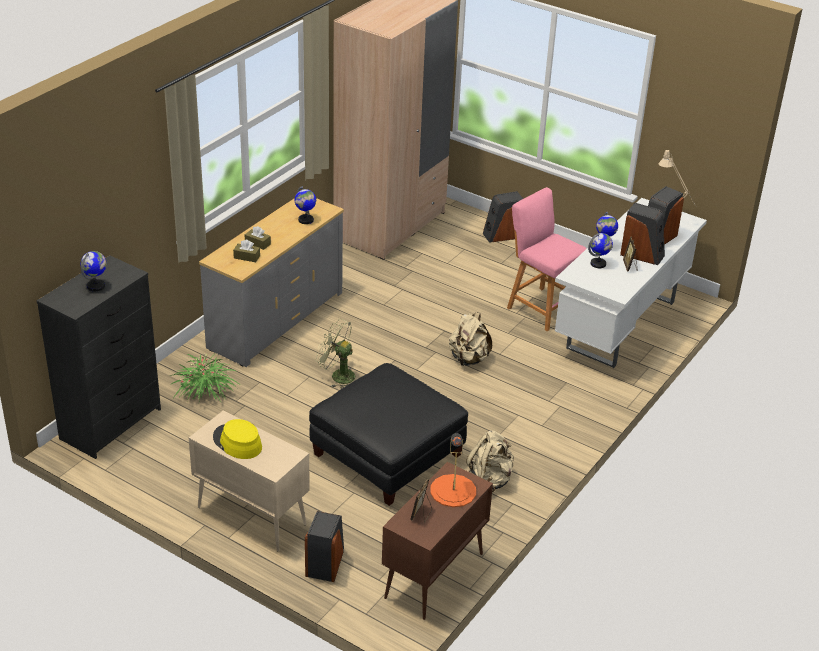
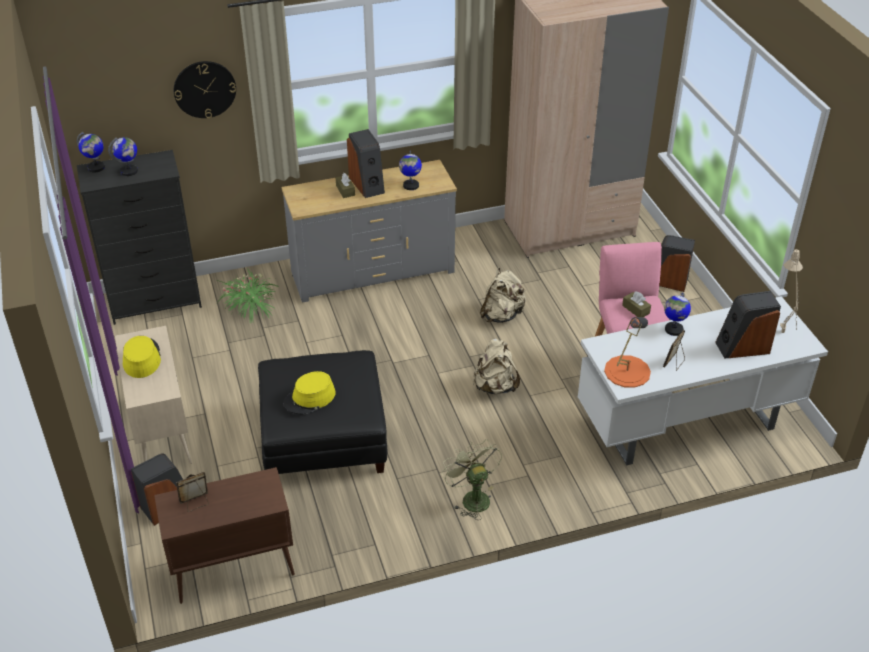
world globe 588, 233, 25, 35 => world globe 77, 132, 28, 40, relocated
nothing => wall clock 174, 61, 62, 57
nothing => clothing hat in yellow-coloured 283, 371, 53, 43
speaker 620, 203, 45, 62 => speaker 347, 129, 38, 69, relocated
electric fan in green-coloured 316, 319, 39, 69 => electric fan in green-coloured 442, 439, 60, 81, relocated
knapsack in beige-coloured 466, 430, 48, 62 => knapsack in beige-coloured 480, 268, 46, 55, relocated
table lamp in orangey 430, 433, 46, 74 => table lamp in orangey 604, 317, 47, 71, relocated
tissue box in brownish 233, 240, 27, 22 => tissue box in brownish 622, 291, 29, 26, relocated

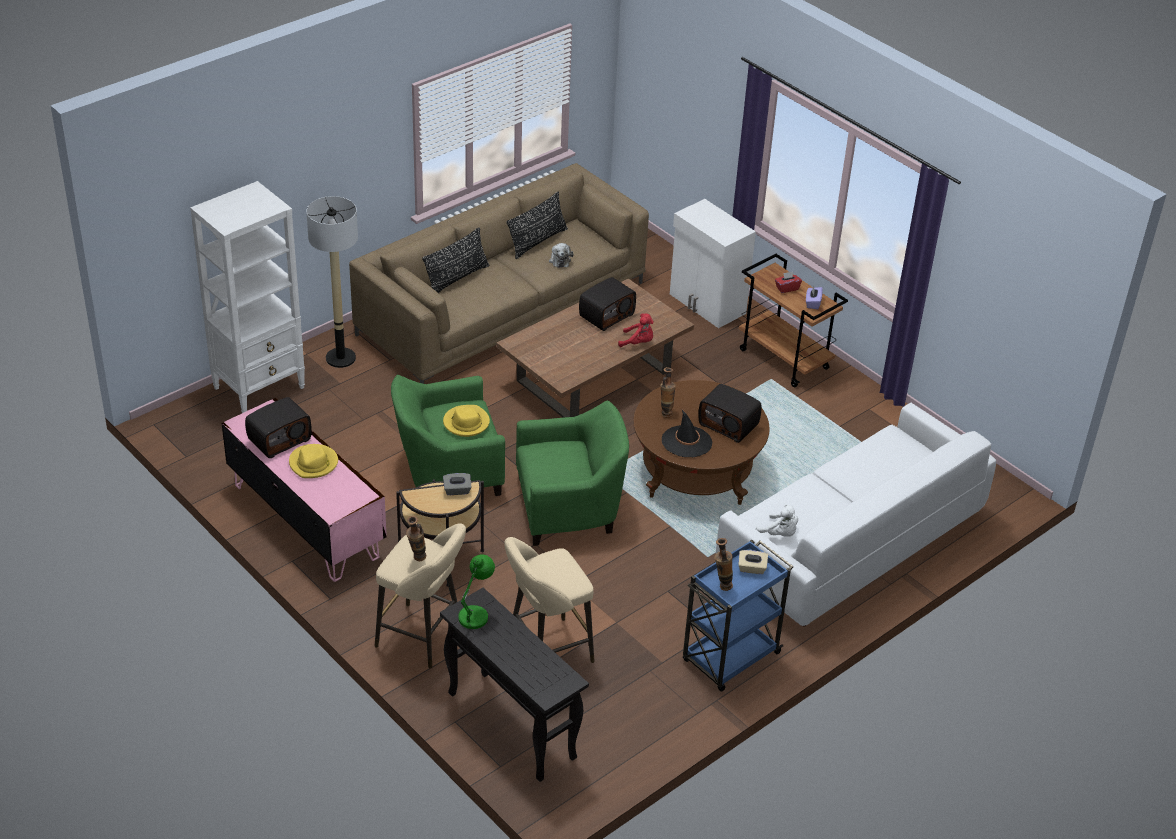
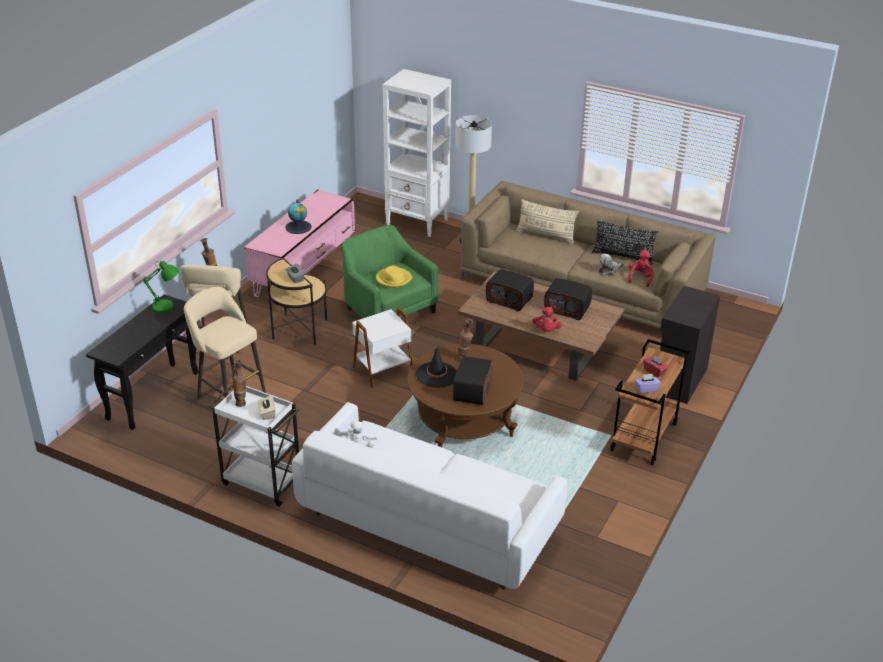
trolley in bluish 683, 540, 110, 152 => trolley in white 209, 385, 90, 122
clothing hat in yellow-coloured 289, 444, 49, 34 => world globe 285, 200, 27, 34
easy chair in green-coloured 516, 400, 113, 146 => side table in white 352, 307, 60, 81
radio set 245, 397, 67, 61 => radio set 486, 269, 48, 42, relocated
throw pillow in black 422, 227, 68, 66 => throw pillow in beige-coloured 516, 199, 63, 45
nothing => cuddly toy in red 628, 250, 26, 37
storage cabinet in white 670, 199, 86, 129 => storage cabinet in black 660, 285, 60, 119

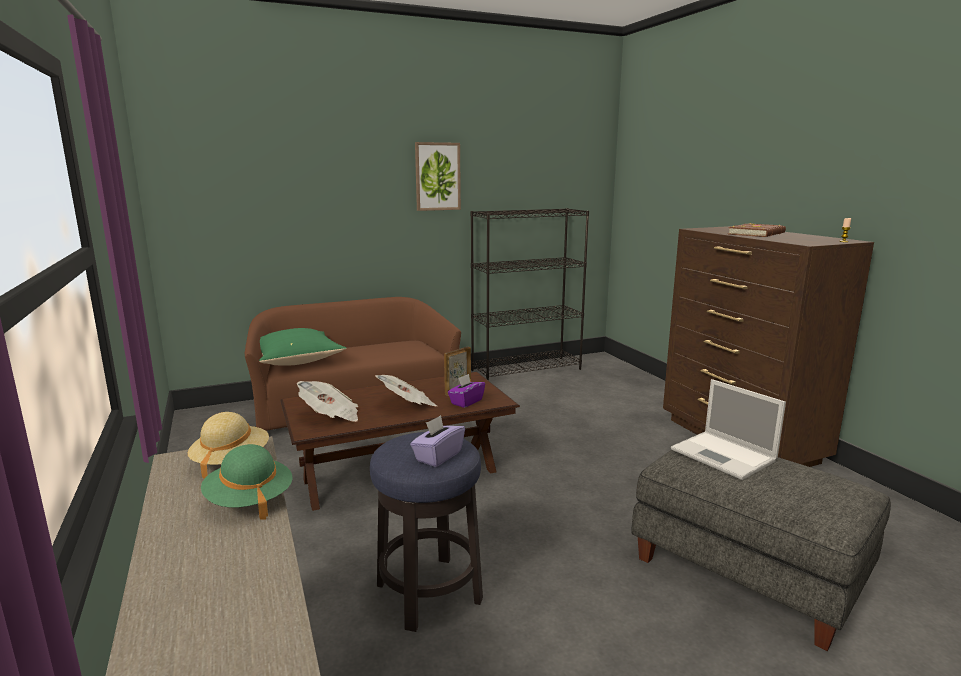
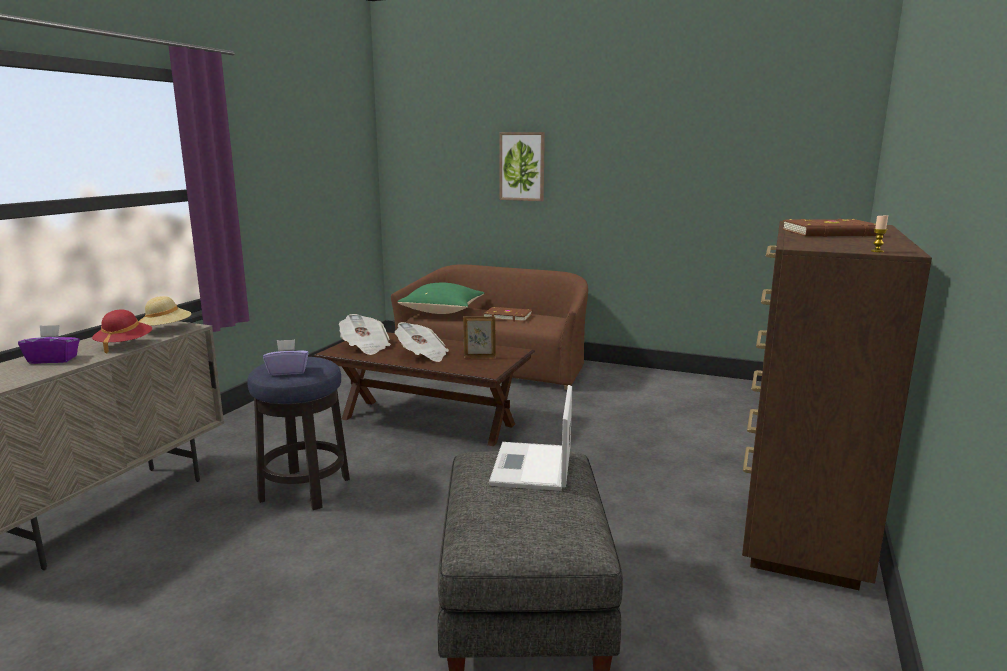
tissue box in purple-coloured 448, 374, 37, 34 => tissue box in purple-coloured 18, 325, 62, 39, relocated
clothing hat in green-coloured 201, 444, 92, 76 => clothing hat in red 92, 310, 60, 44
nothing => book in brownish 483, 307, 49, 15
wall art 415, 142, 46, 69 => wall art 499, 132, 46, 69, relocated
shelving unit in black 470, 208, 119, 173 => nothing

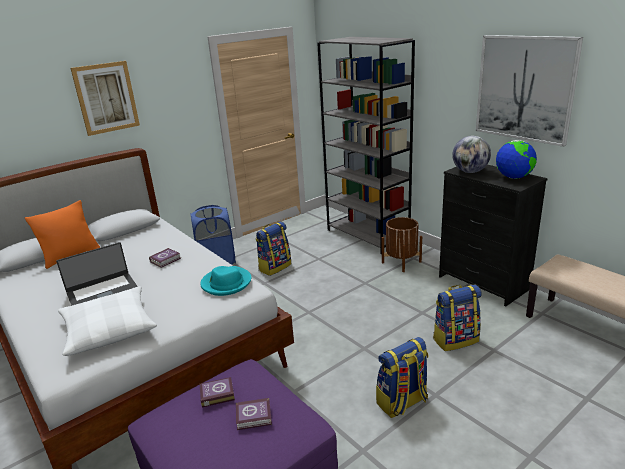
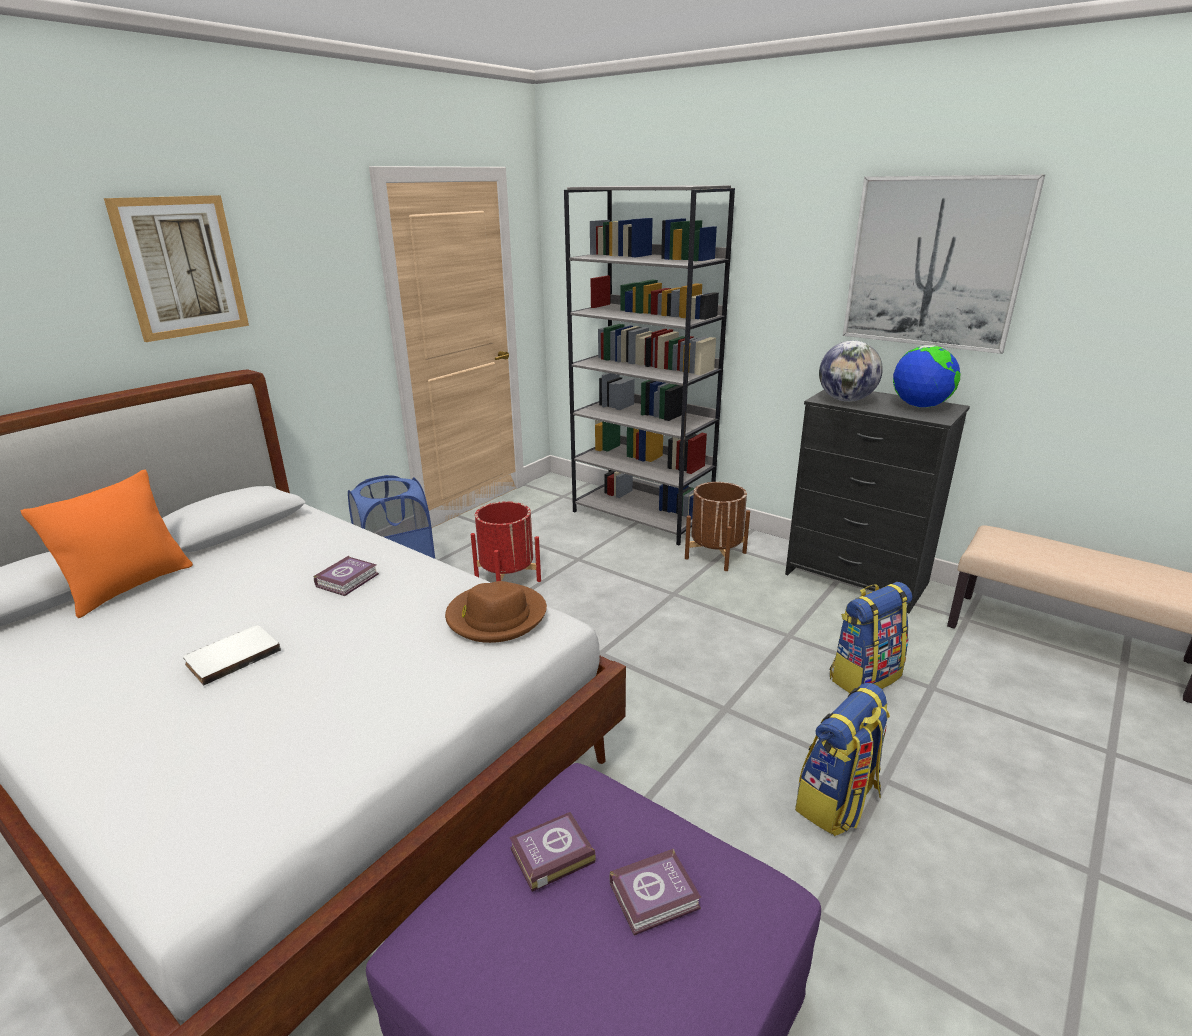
laptop 56, 242, 82, 63 => book in white 183, 625, 98, 61
clothing hat in turquoise-coloured 200, 266, 51, 30 => clothing hat in brownish 445, 581, 102, 62
knapsack 256, 221, 35, 55 => plant pot in red 471, 501, 70, 81
throw pillow in white 58, 286, 99, 70 => nothing

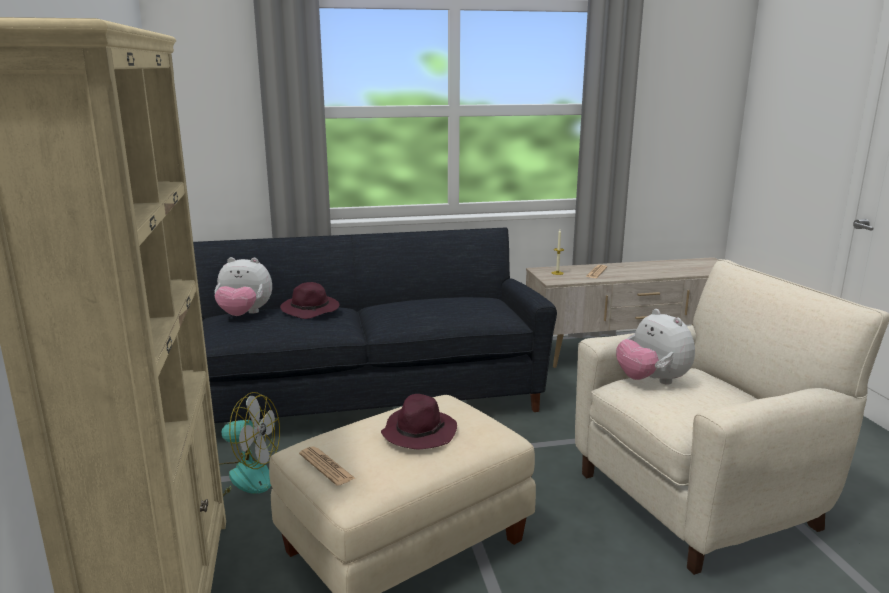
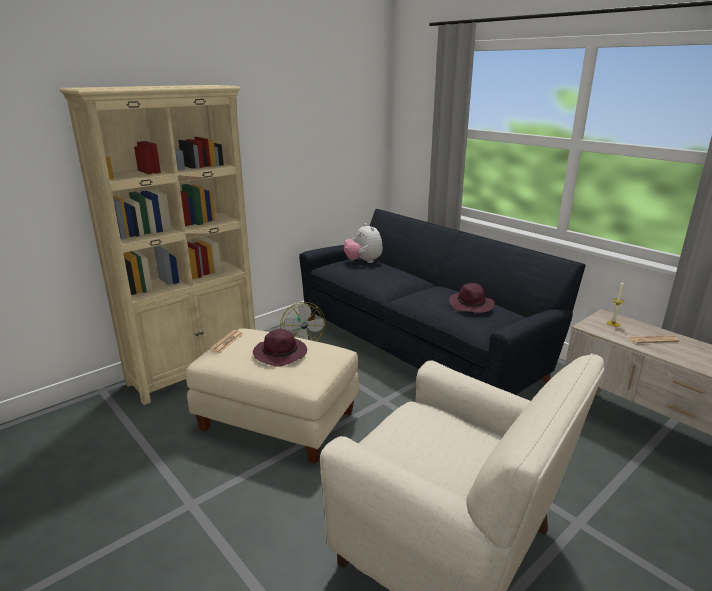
clothing hat in purple-coloured 280, 282, 59, 37 => clothing hat in purple-coloured 449, 283, 46, 30, relocated
cuddly toy 616, 309, 79, 76 => nothing

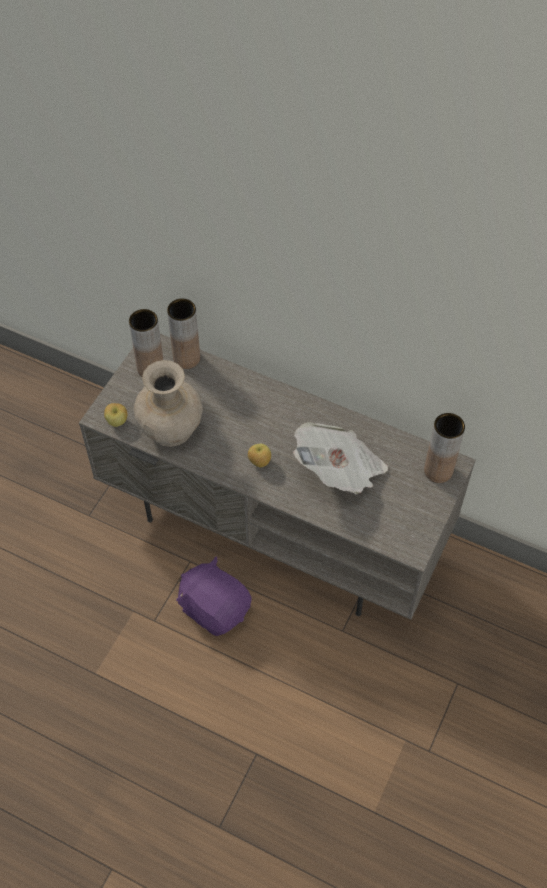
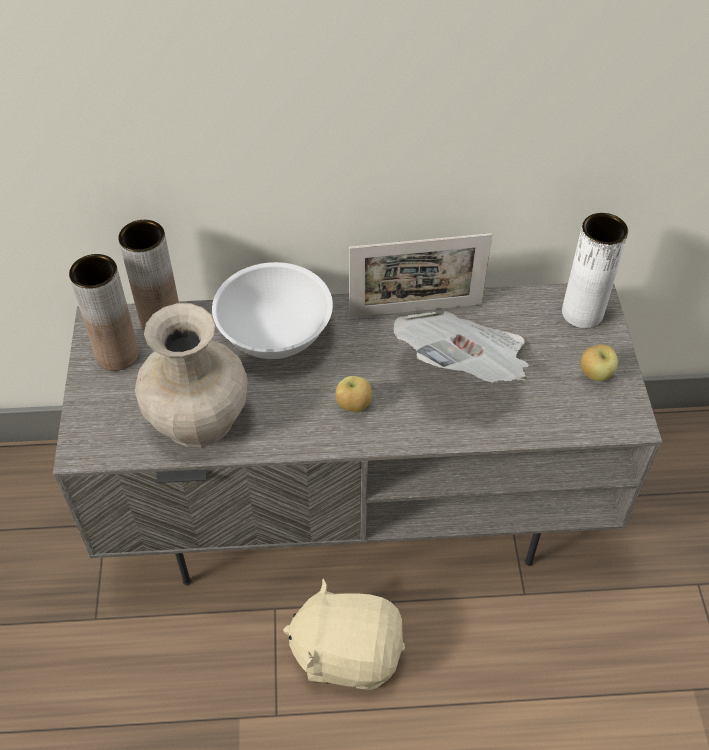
nothing => deep dish in white 212, 262, 121, 97
cuddly toy in purple-coloured 176, 556, 75, 80 => cuddly toy in beige-coloured 283, 579, 122, 111
nothing => picture frame 349, 233, 143, 85
flower vase in brownish 424, 413, 41, 70 => flower vase in white 562, 213, 66, 115
apple 104, 403, 23, 24 => apple 581, 344, 37, 37, relocated

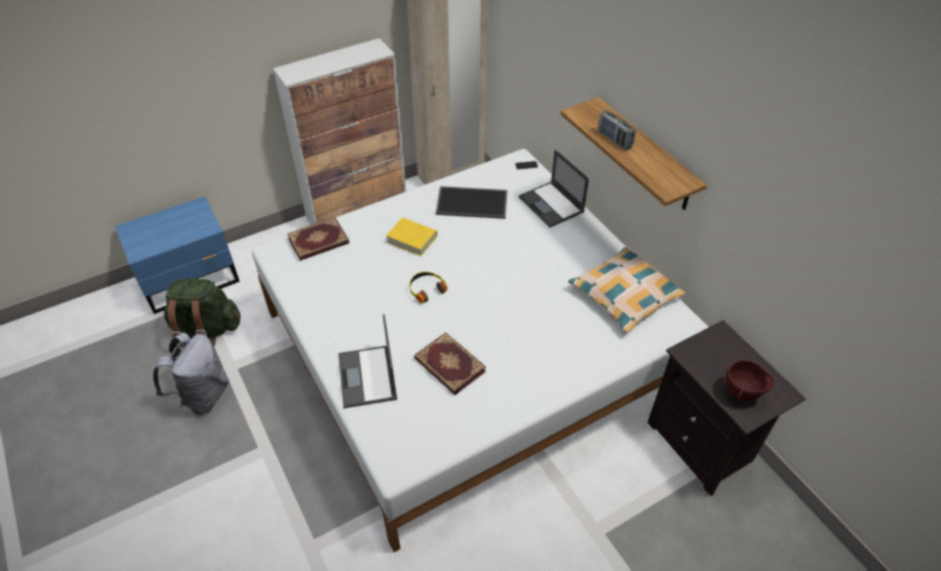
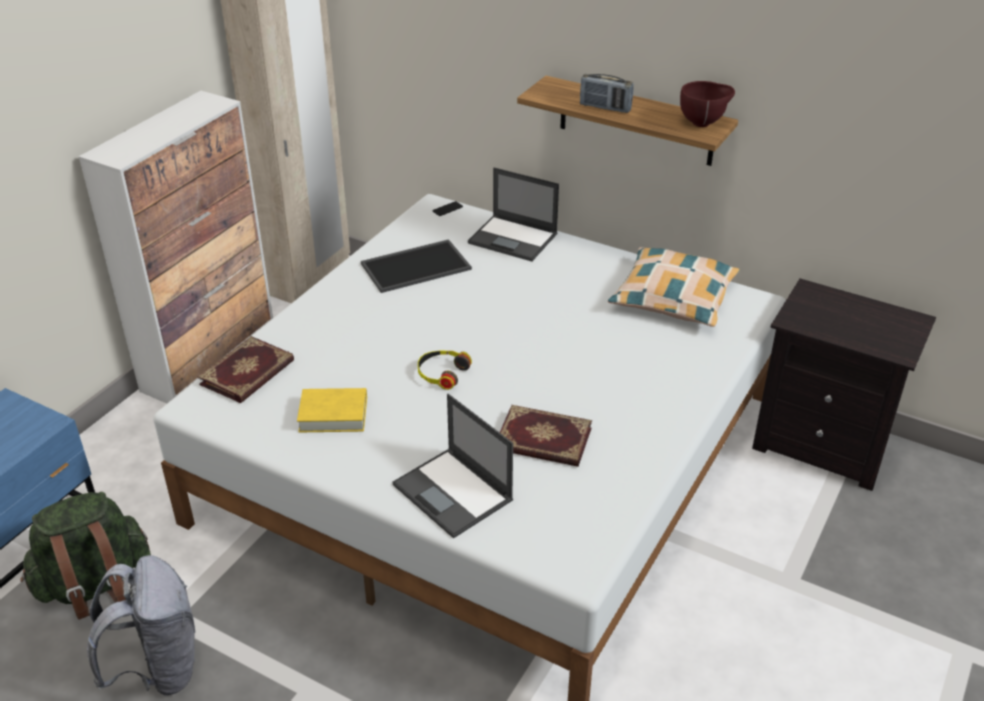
book in yellow-coloured 386, 218, 51, 38 => book in yellow-coloured 297, 388, 70, 44, relocated
deep dish in brownish 725, 360, 50, 41 => deep dish in brownish 680, 81, 55, 46, relocated

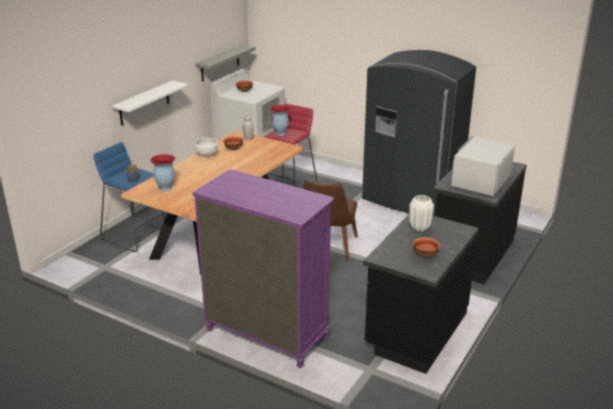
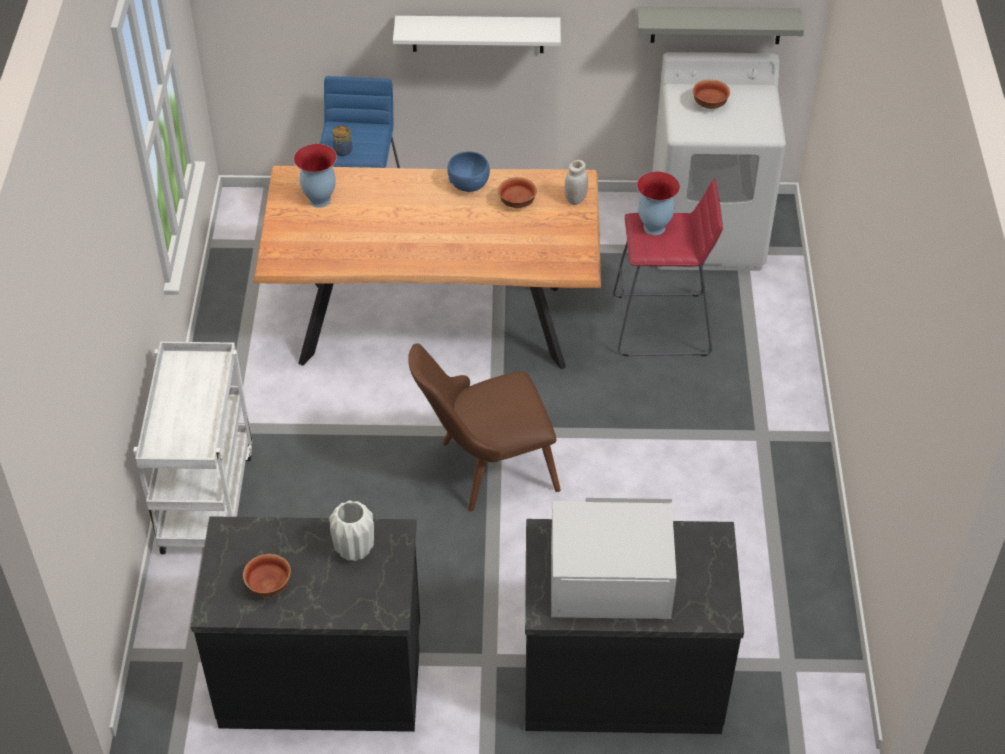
drawer chest in purple-coloured 192, 170, 142, 198 => trolley in white 133, 342, 119, 212
deep dish in white 195, 138, 23, 18 => deep dish in bluish 448, 152, 42, 40
fridge in grey 362, 50, 114, 166 => nothing

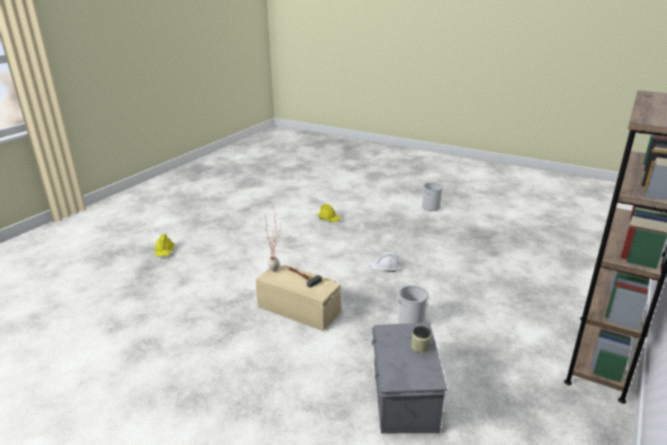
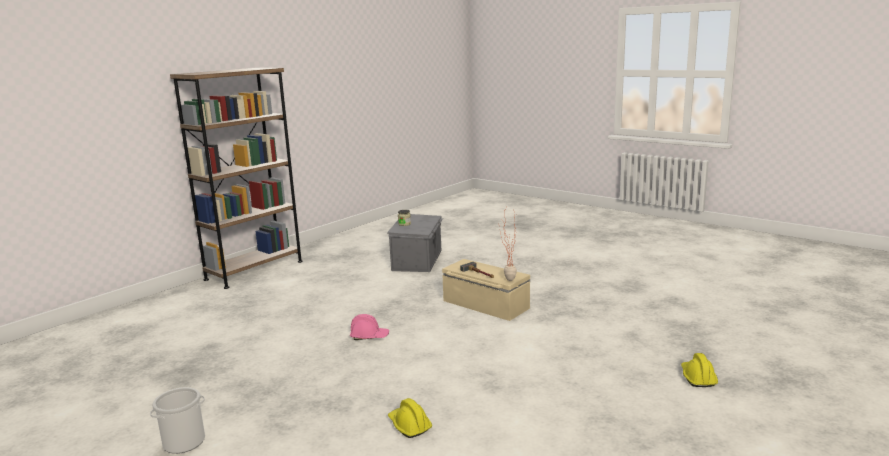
hard hat in white 370, 252, 29, 20 => hard hat in pinkish 350, 314, 39, 26
bucket 398, 285, 31, 39 => nothing

